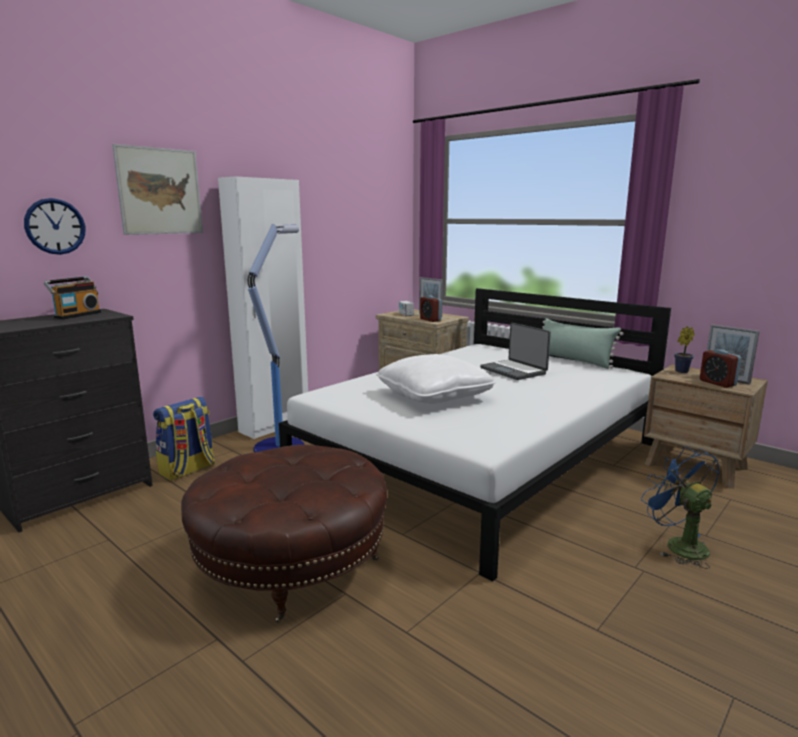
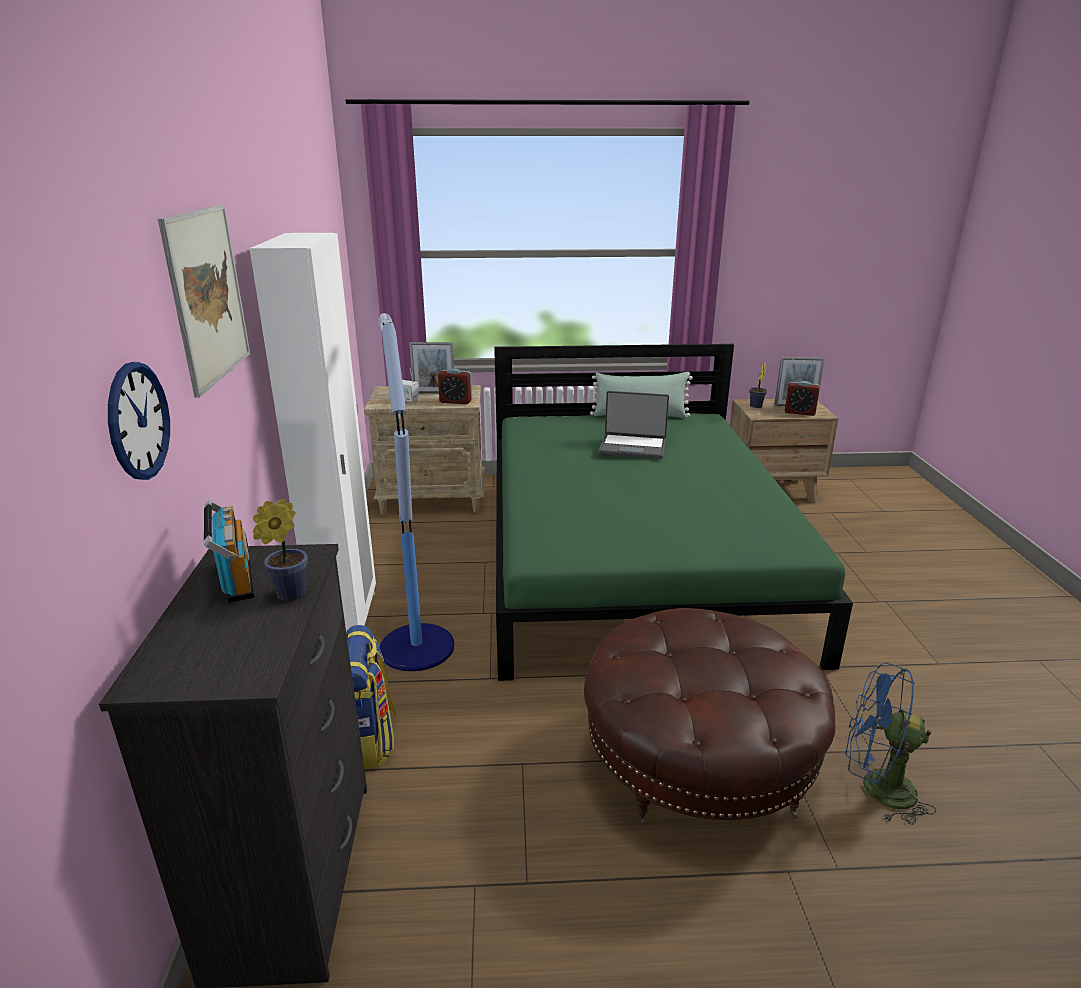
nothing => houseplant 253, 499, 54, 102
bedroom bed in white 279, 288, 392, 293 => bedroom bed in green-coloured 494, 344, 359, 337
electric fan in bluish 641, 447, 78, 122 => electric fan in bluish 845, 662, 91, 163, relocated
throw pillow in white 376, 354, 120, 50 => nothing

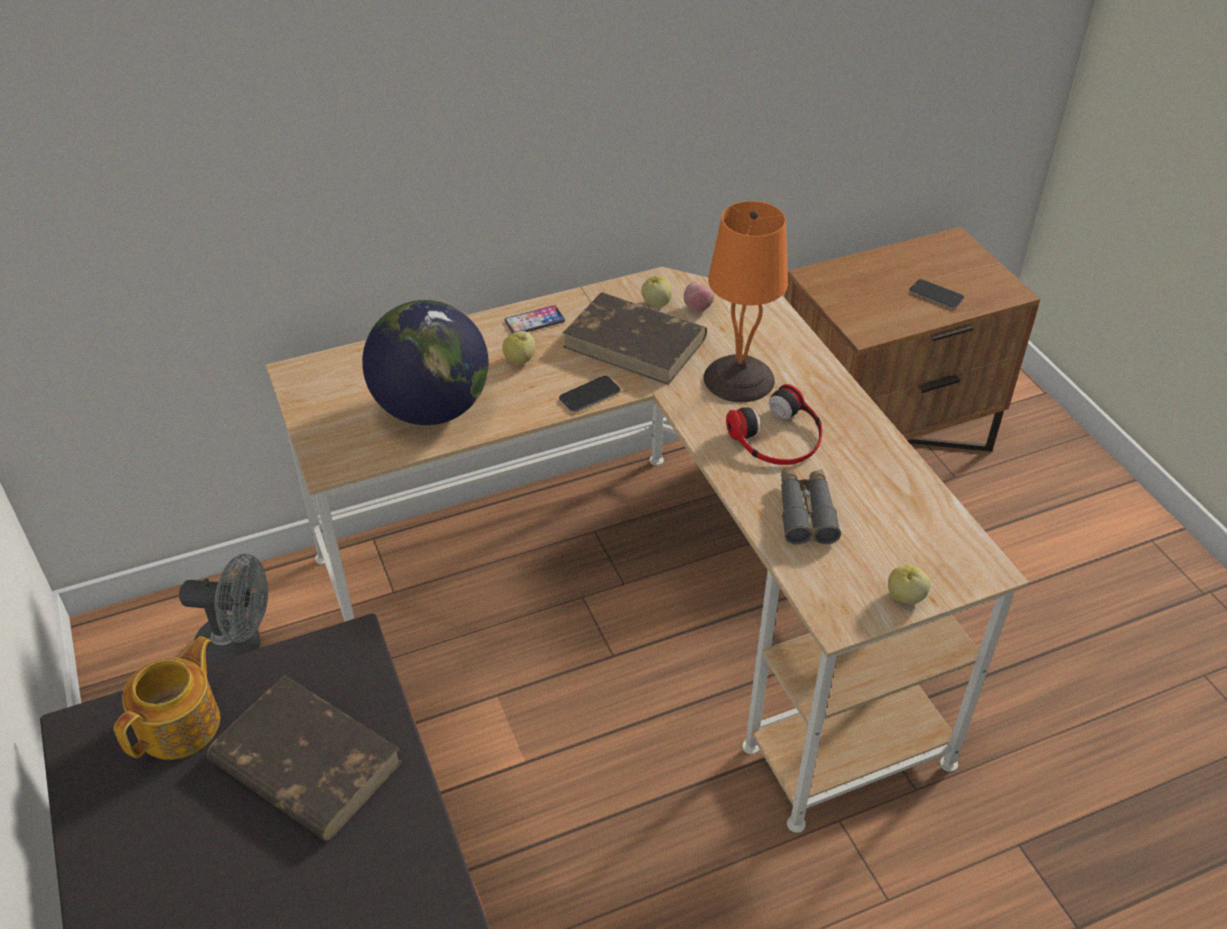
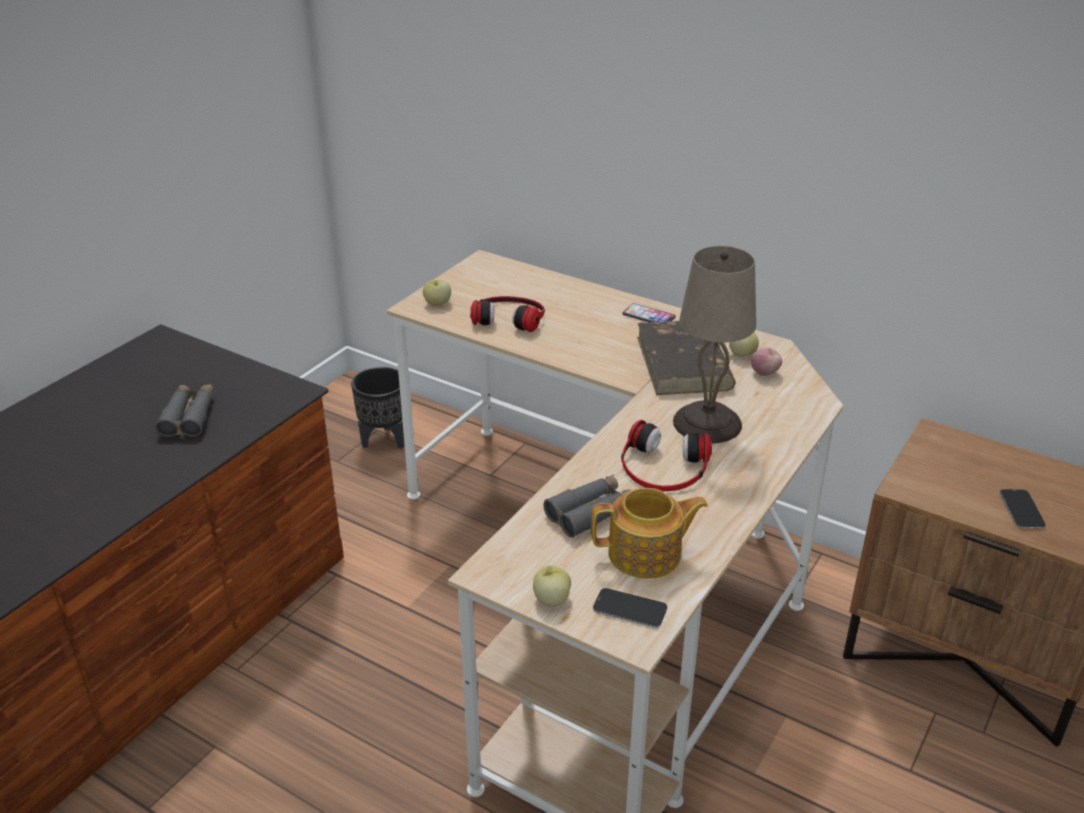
book in brownish 206, 675, 196, 166 => field glasses in grey 155, 384, 59, 53
electric fan in grey 179, 554, 89, 111 => plant pot in black 351, 367, 54, 82
apple 502, 331, 33, 34 => apple 423, 279, 28, 27, relocated
world globe 362, 300, 127, 125 => pair of headphones 470, 296, 75, 36
pot for tea 114, 636, 106, 124 => pot for tea 591, 488, 117, 91, relocated
telephone 559, 376, 62, 37 => telephone 593, 588, 74, 40, relocated
table lamp in orangey 704, 201, 84, 201 => table lamp in beige-coloured 673, 246, 83, 197

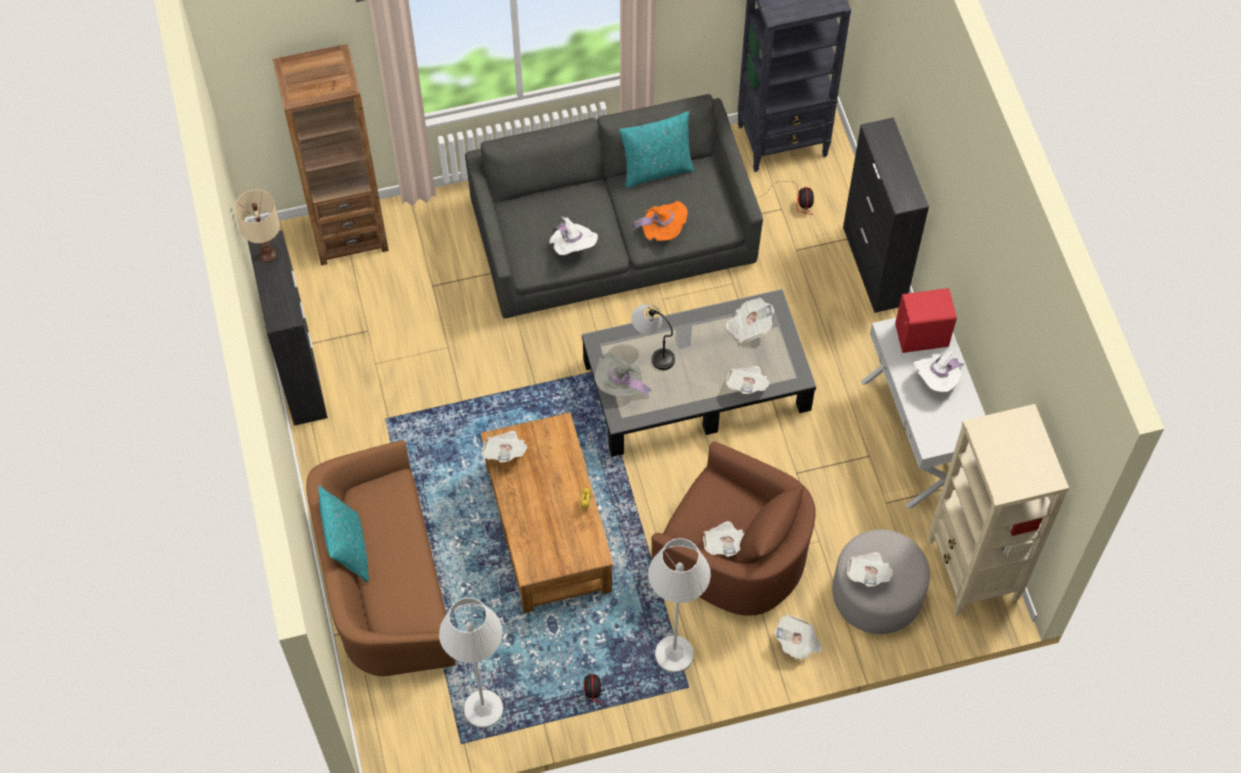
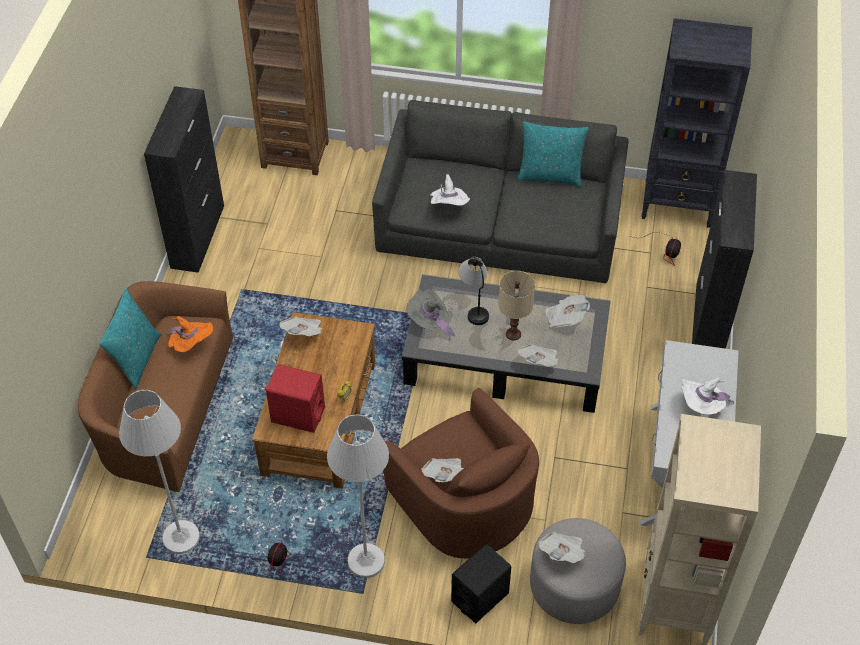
clothing hat in orangey 633, 201, 55, 40 => clothing hat in orangey 167, 316, 46, 37, relocated
speaker in red 895, 288, 62, 65 => speaker in red 264, 364, 61, 69, relocated
printed paper 774, 615, 48, 45 => speaker in black 451, 544, 60, 79
table lamp in beige-coloured 235, 190, 45, 72 => table lamp in beige-coloured 498, 271, 37, 69, relocated

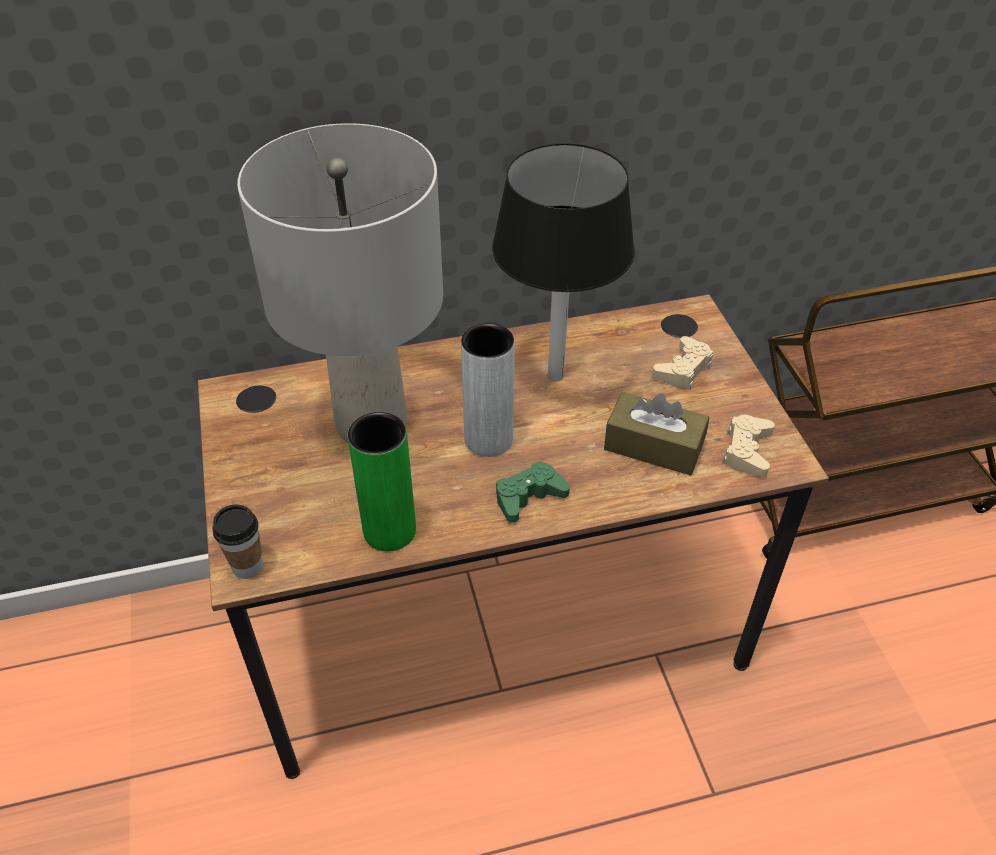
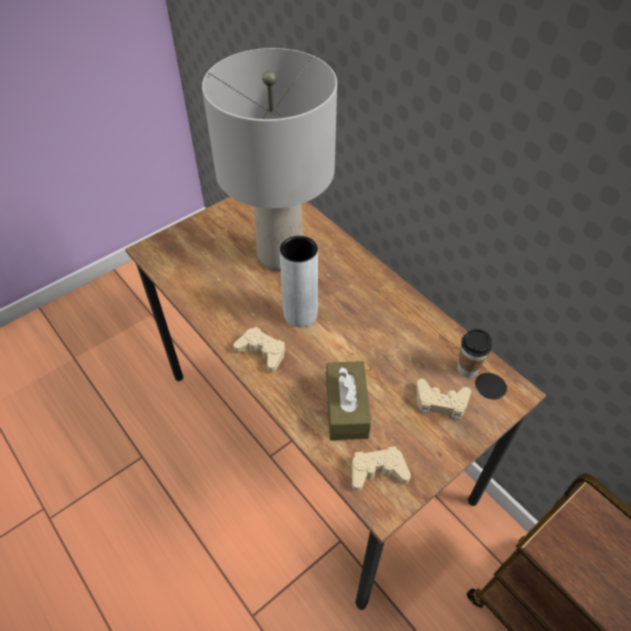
joypad in green-coloured 496, 461, 74, 61 => joypad in beige-coloured 234, 327, 52, 45
small cup 212, 505, 51, 74 => small cup 458, 329, 34, 49, relocated
flower vase in green-coloured 347, 412, 69, 139 => nothing
table lamp in black 492, 143, 143, 238 => nothing

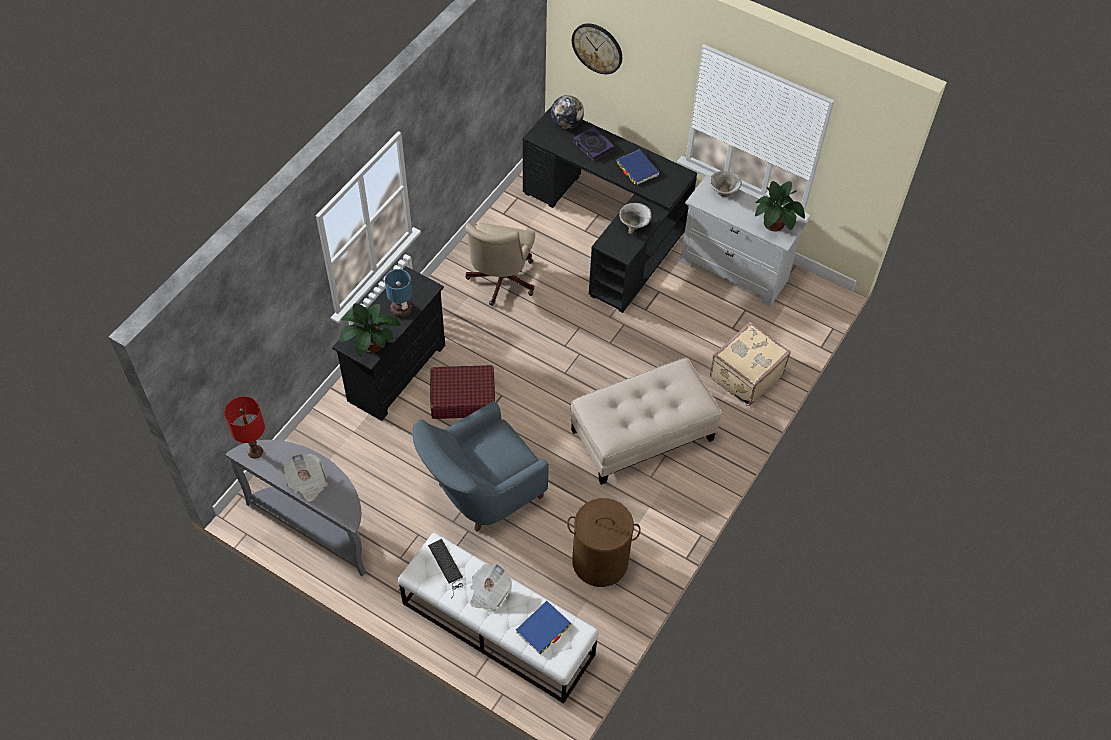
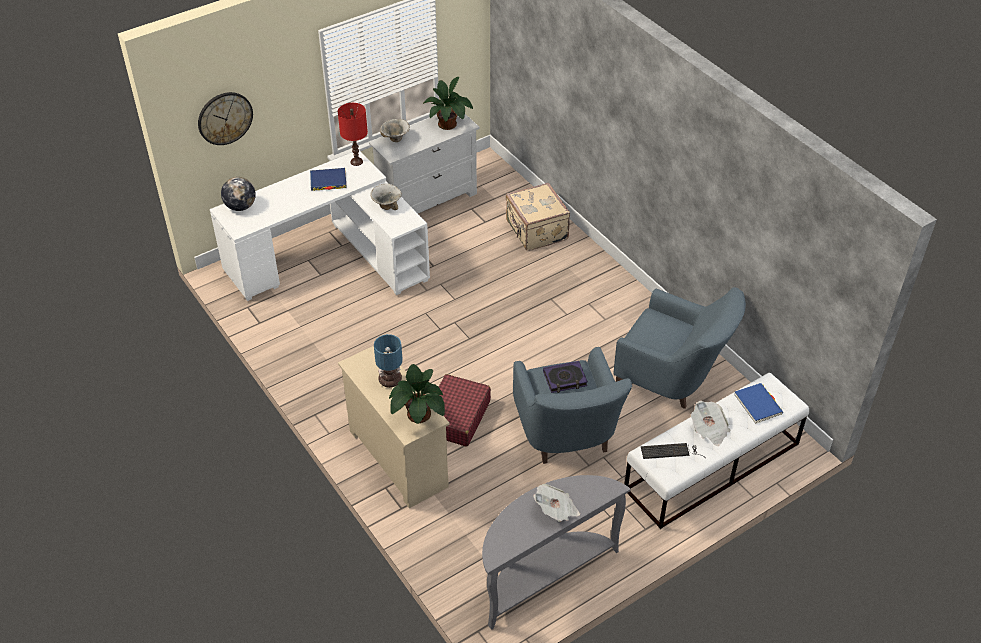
desk in black 523, 106, 174, 207 => desk in white 210, 150, 220, 151
table lamp in red 224, 396, 41, 63 => table lamp in red 338, 103, 30, 63, relocated
drawer chest in black 332, 266, 113, 155 => drawer chest in beige-coloured 338, 346, 111, 162
book 573, 127, 41, 34 => book 543, 361, 45, 32, relocated
washing basket in brownish 567, 498, 74, 89 => easy chair in bluish 613, 287, 133, 122
office chair in beige-coloured 465, 222, 70, 84 => nothing
ottoman in beige-coloured 571, 358, 151, 127 => nothing

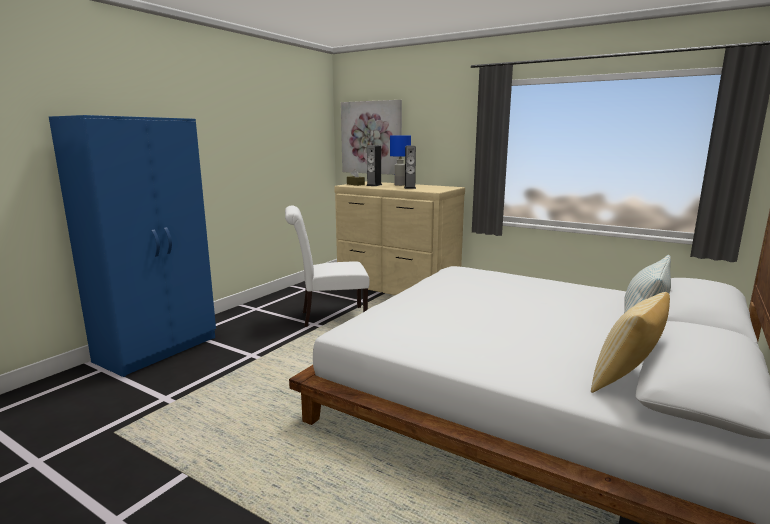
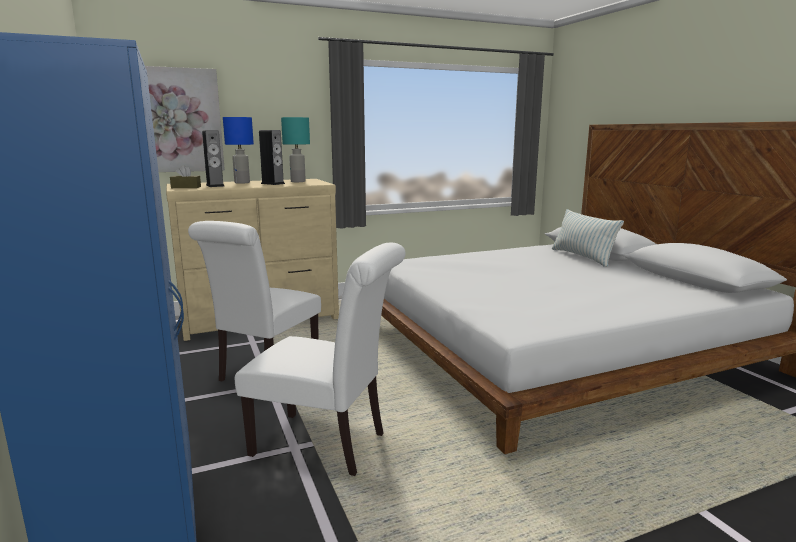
nothing => chair in white 235, 243, 171, 233
nothing => table lamp in turquoise-coloured 281, 117, 29, 65
throw pillow 591, 292, 79, 101 => nothing

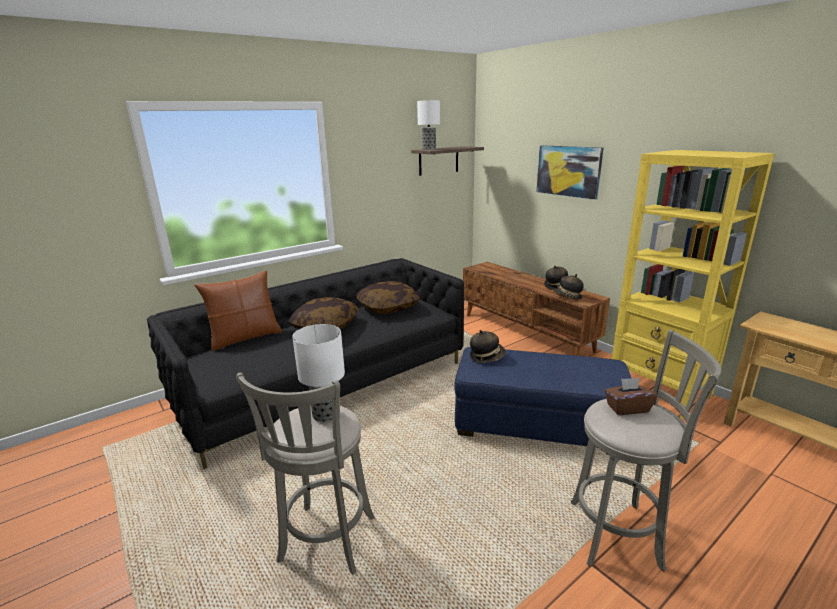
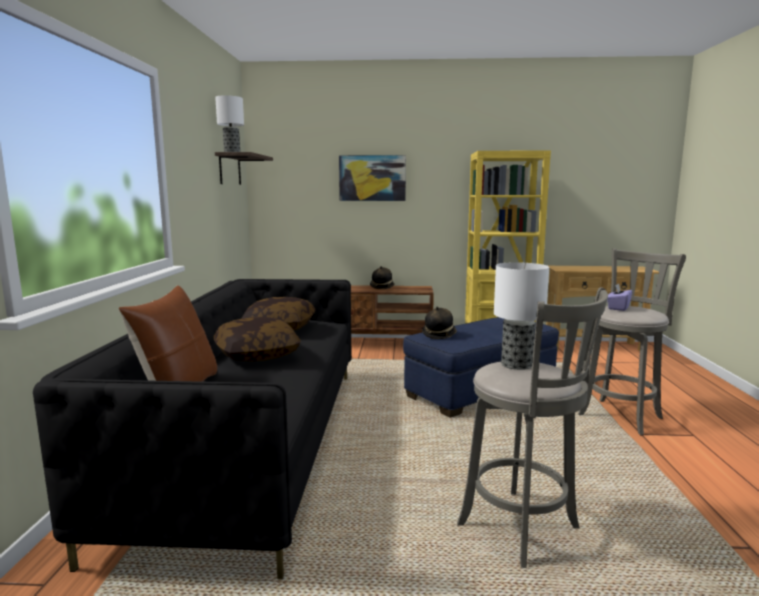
tissue box in brownish 605, 378, 52, 37 => tissue box in purple-coloured 607, 283, 25, 28
clothing hat 553, 274, 31, 26 => nothing

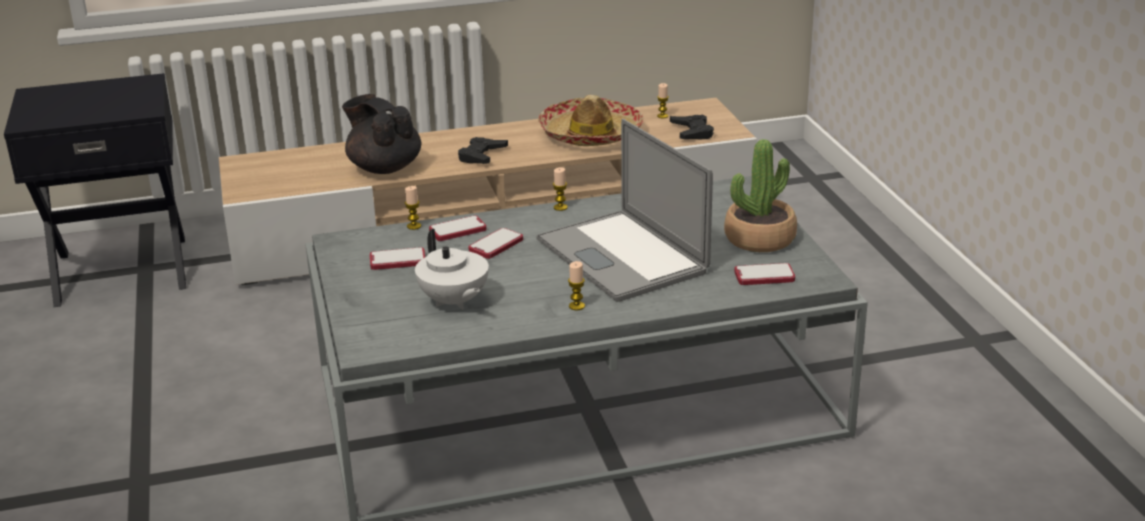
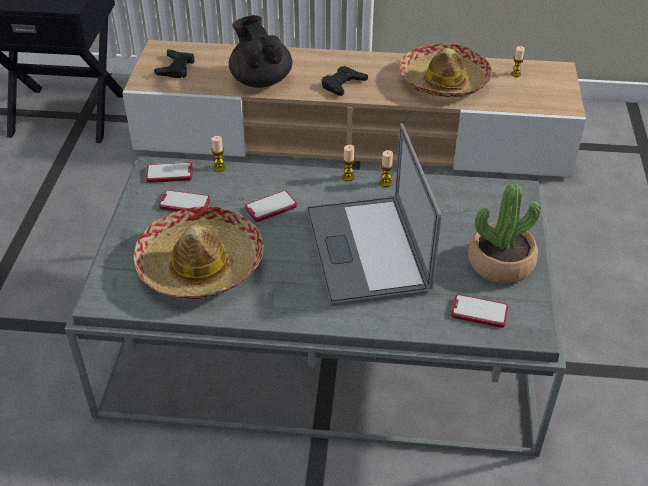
pot for tea in white 415, 229, 74, 81 => clothing hat 133, 206, 130, 93
telephone 429, 216, 58, 25 => telephone 146, 162, 47, 21, relocated
joypad in black 670, 115, 44, 25 => joypad in black 154, 49, 41, 29, relocated
wax light 568, 261, 17, 49 => wax light 380, 150, 14, 37, relocated

